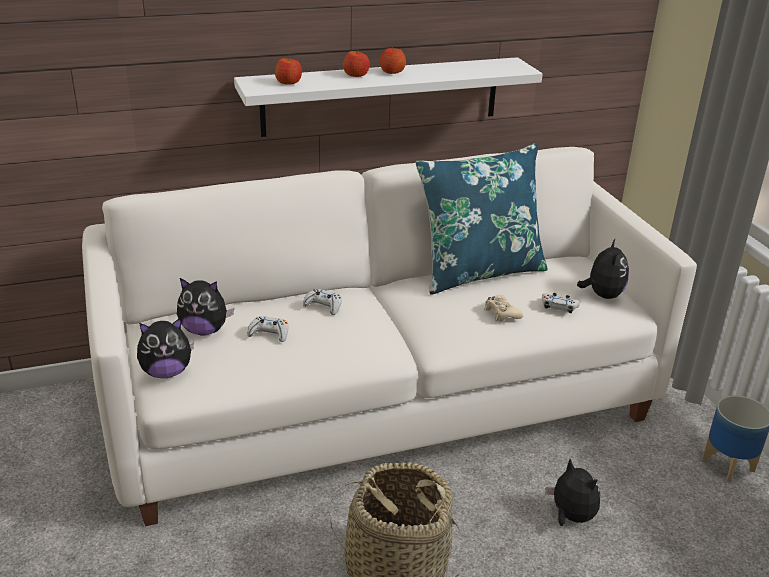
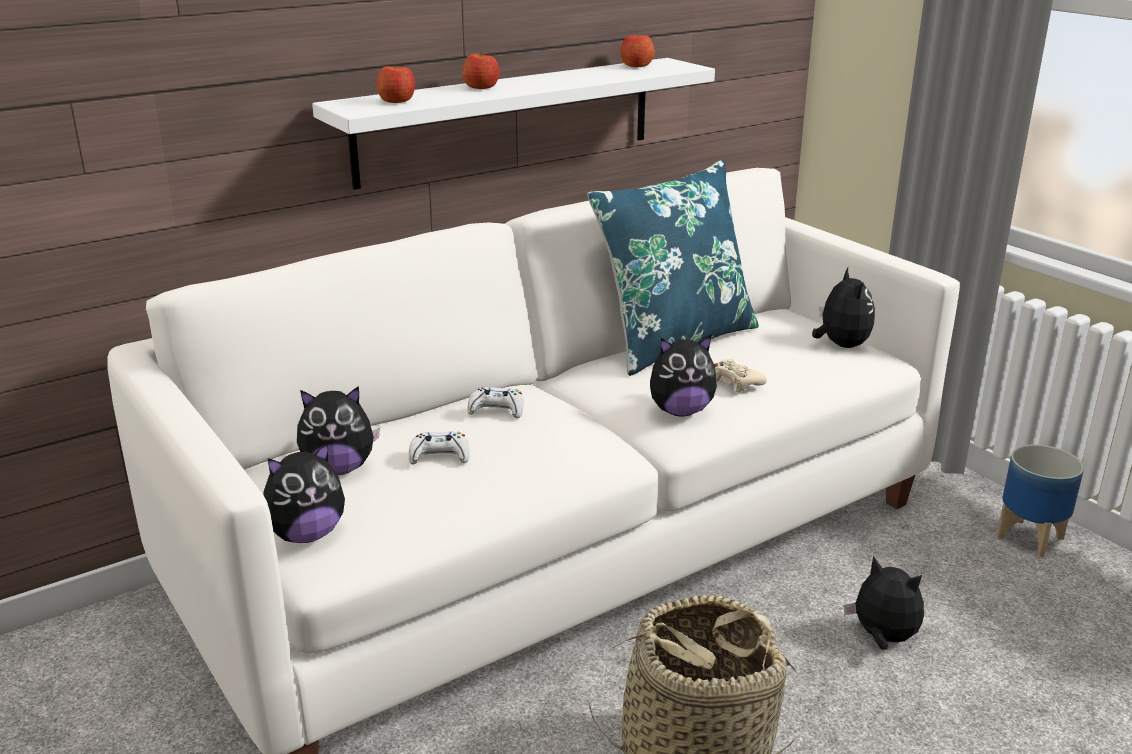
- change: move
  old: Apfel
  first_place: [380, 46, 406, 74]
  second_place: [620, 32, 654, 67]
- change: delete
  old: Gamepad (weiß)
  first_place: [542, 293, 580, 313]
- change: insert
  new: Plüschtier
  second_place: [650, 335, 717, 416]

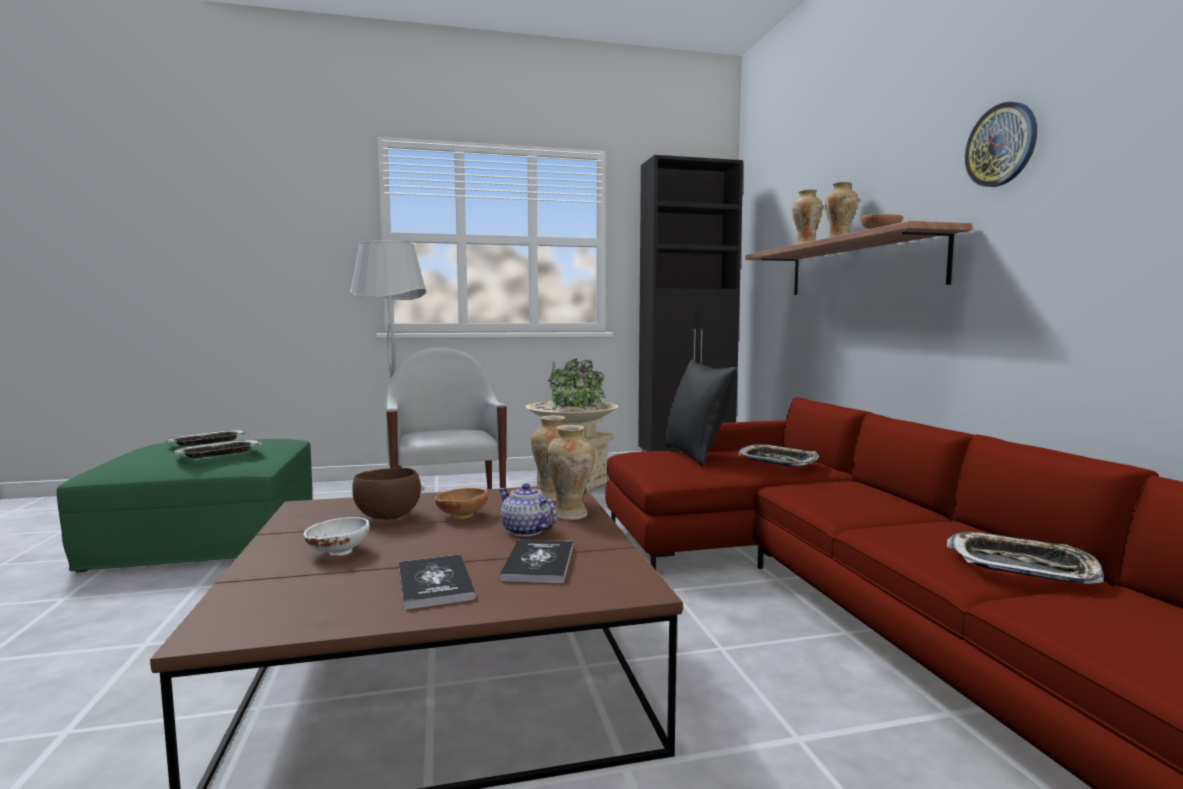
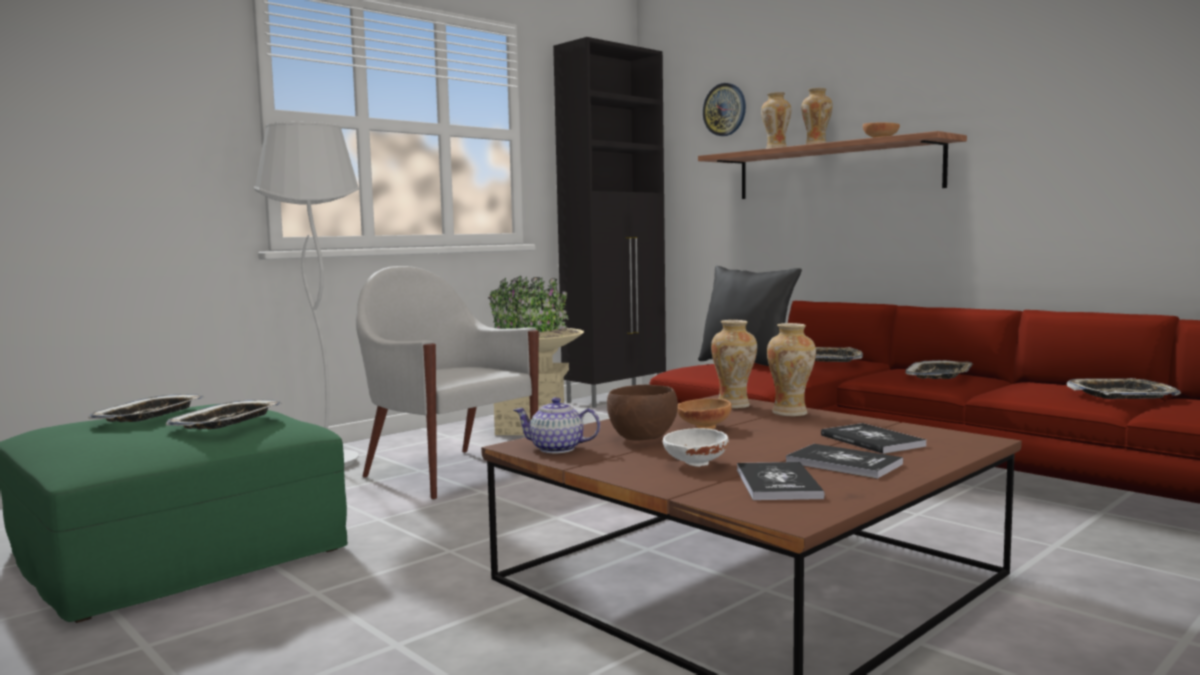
- change: move
  old: Wanduhr
  first_place: [965, 102, 1037, 187]
  second_place: [703, 83, 746, 136]
- change: move
  old: Teekanne
  first_place: [498, 483, 557, 536]
  second_place: [514, 397, 600, 453]
- change: insert
  new: Tablett
  second_place: [905, 360, 973, 379]
- change: insert
  new: Buch
  second_place: [737, 462, 825, 500]

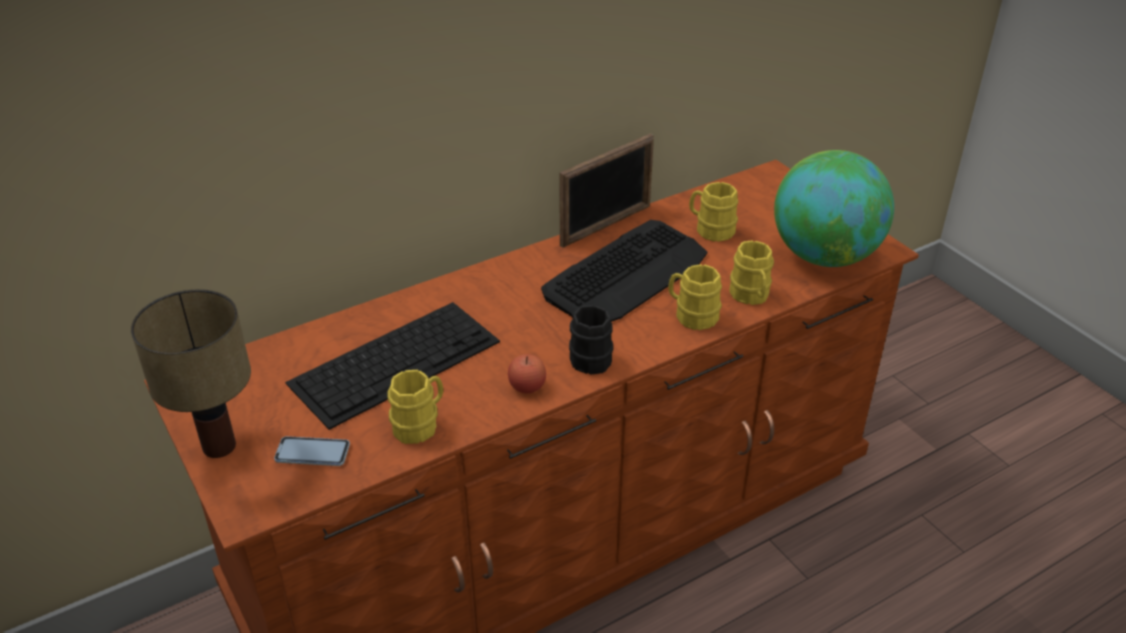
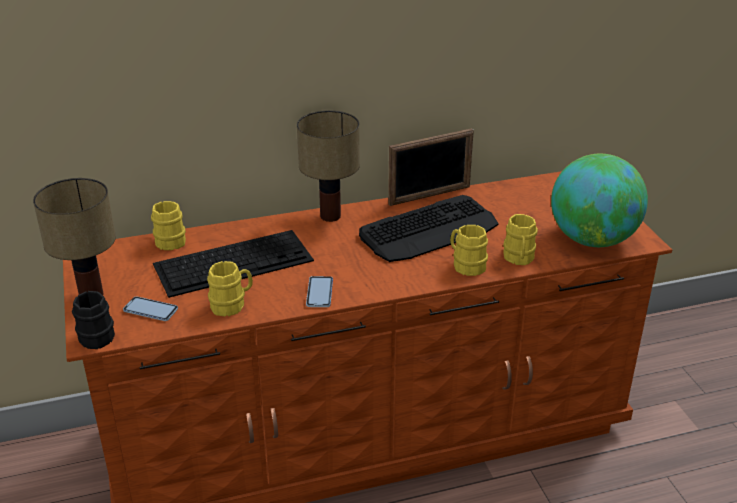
- change: move
  old: Henkelbecher (gelb)
  first_place: [689, 182, 738, 242]
  second_place: [151, 201, 186, 250]
- change: move
  old: Henkelbecher (schwarz)
  first_place: [569, 305, 613, 375]
  second_place: [72, 291, 115, 349]
- change: replace
  old: Apfel
  new: Handy
  first_place: [508, 354, 546, 393]
  second_place: [306, 276, 333, 307]
- change: insert
  new: Tischlampe
  second_place: [297, 111, 360, 222]

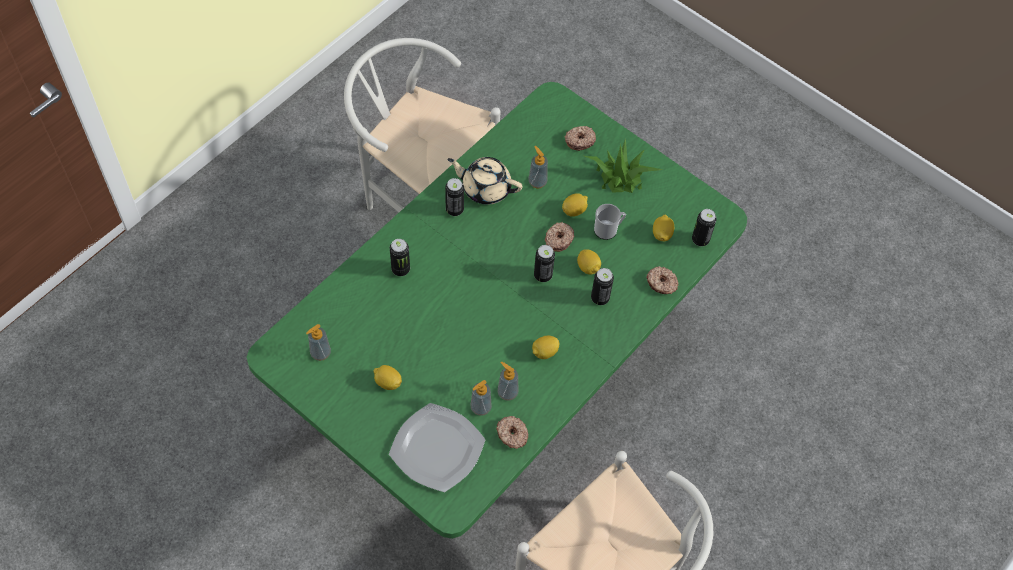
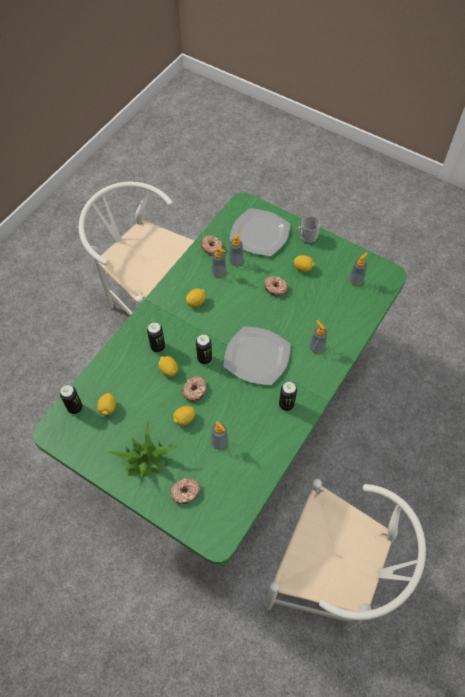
- change: delete
  old: Teekanne (beige)
  first_place: [447, 157, 522, 205]
- change: move
  old: Henkelbecher
  first_place: [594, 204, 626, 240]
  second_place: [298, 216, 321, 244]
- change: replace
  old: Dose
  new: Seifenspender
  first_place: [390, 239, 410, 276]
  second_place: [310, 320, 327, 354]
- change: move
  old: Donut
  first_place: [646, 266, 679, 294]
  second_place: [264, 276, 288, 297]
- change: insert
  new: Teller
  second_place: [223, 326, 290, 385]

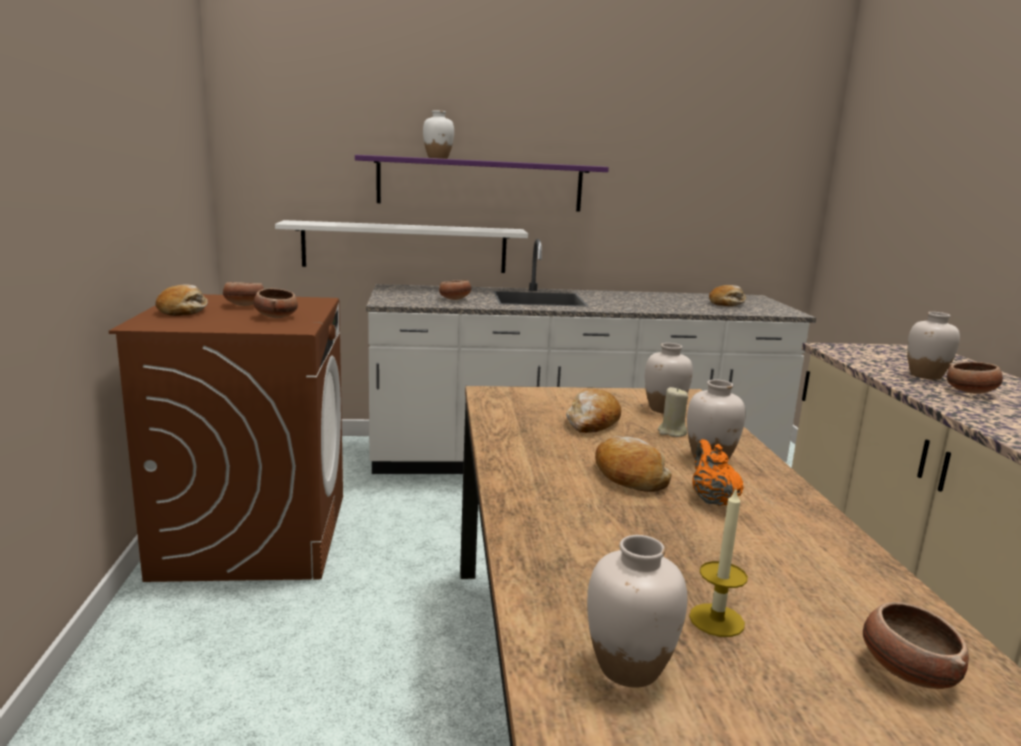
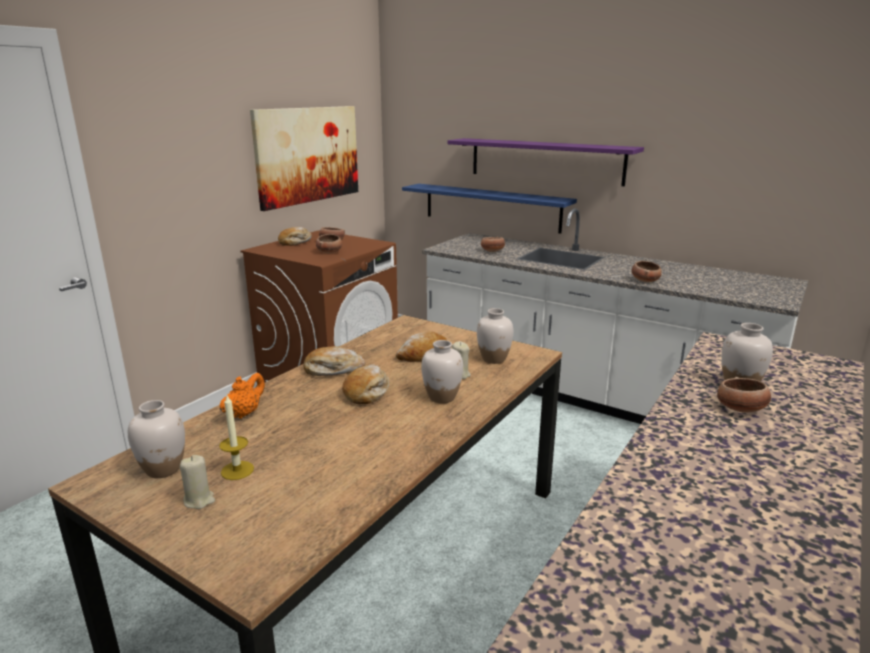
- change: delete
  old: Vase (weiß)
  first_place: [423, 110, 454, 159]
- change: recolor
  old: Wandregal (weiß)
  new: Wandregal (blau)
  first_place: [275, 220, 528, 273]
  second_place: [402, 184, 577, 233]
- change: move
  old: Brot
  first_place: [709, 285, 746, 306]
  second_place: [304, 346, 366, 376]
- change: move
  old: Teekanne (orange)
  first_place: [692, 439, 744, 506]
  second_place: [220, 373, 265, 419]
- change: move
  old: Schüssel
  first_place: [863, 602, 969, 689]
  second_place: [632, 261, 662, 282]
- change: insert
  new: Bild
  second_place: [250, 106, 358, 211]
- change: insert
  new: Kerze (beige)
  second_place: [180, 455, 215, 509]

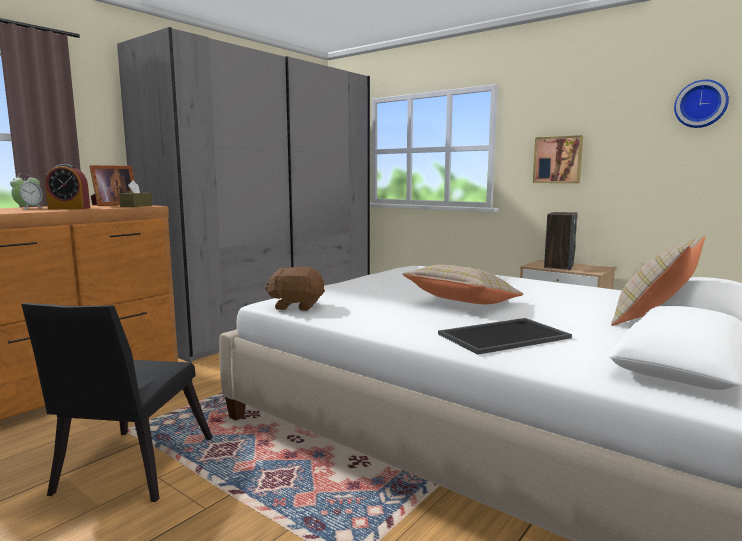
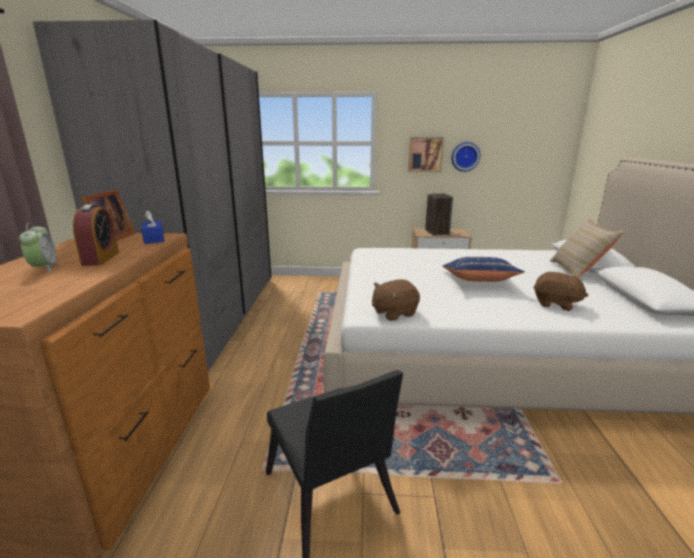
- change: move
  old: Wanduhr
  first_place: [674, 80, 729, 128]
  second_place: [451, 142, 480, 172]
- change: rotate
  old: Wecker
  first_place: [45, 164, 90, 209]
  second_place: [73, 204, 119, 266]
  degrees: -60
- change: recolor
  old: Taschentuchbox (braun)
  new: Taschentuchbox (blau)
  first_place: [119, 180, 152, 207]
  second_place: [141, 210, 164, 244]
- change: recolor
  old: Kissen (beige)
  new: Kissen (blau)
  first_place: [402, 264, 524, 304]
  second_place: [442, 257, 525, 282]
- change: replace
  old: Tablett
  new: Plüschtier (braun)
  first_place: [438, 318, 572, 355]
  second_place: [533, 272, 588, 311]

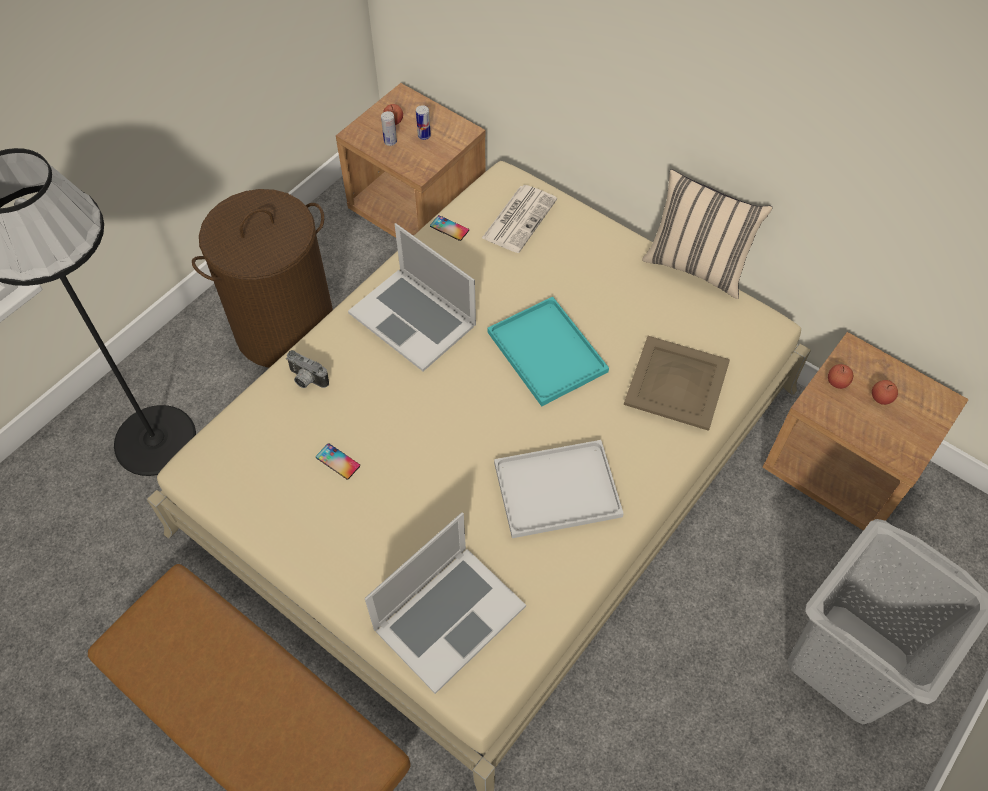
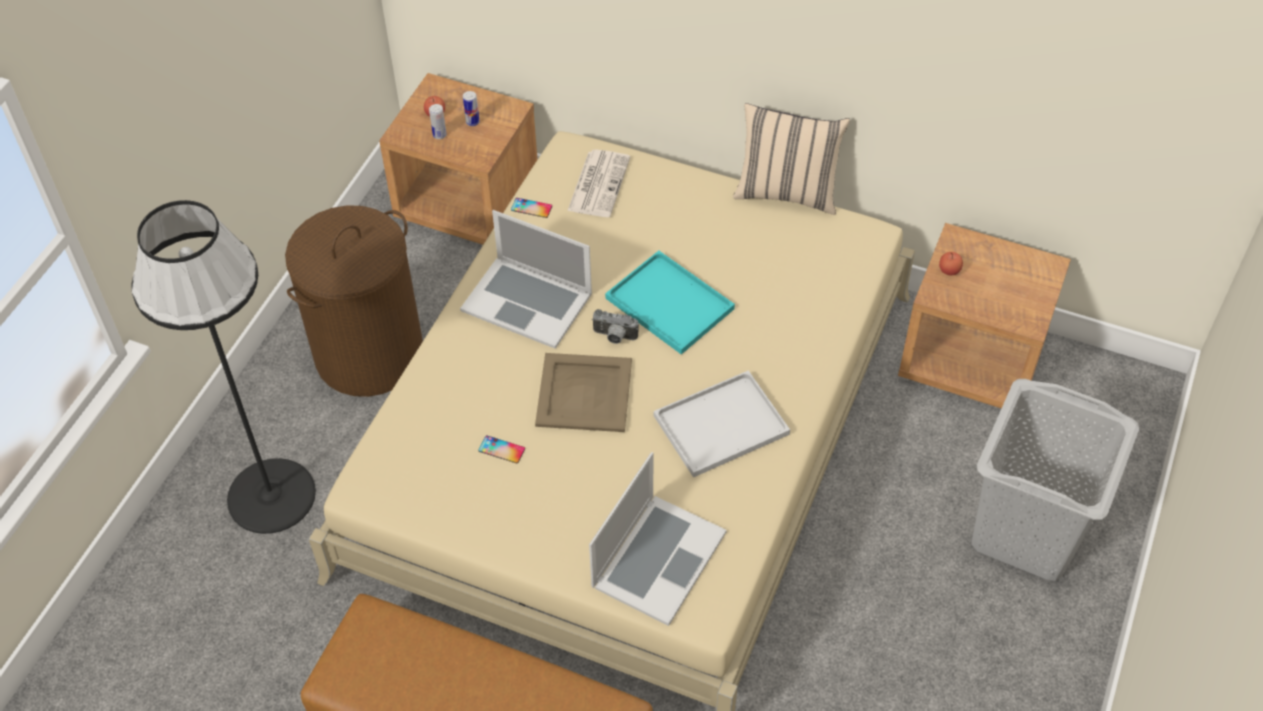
- change: move
  old: Tablett (beige)
  first_place: [624, 336, 730, 431]
  second_place: [535, 353, 632, 432]
- change: move
  old: Kamera
  first_place: [286, 350, 329, 388]
  second_place: [592, 309, 639, 344]
- change: delete
  old: Apfel
  first_place: [872, 380, 898, 405]

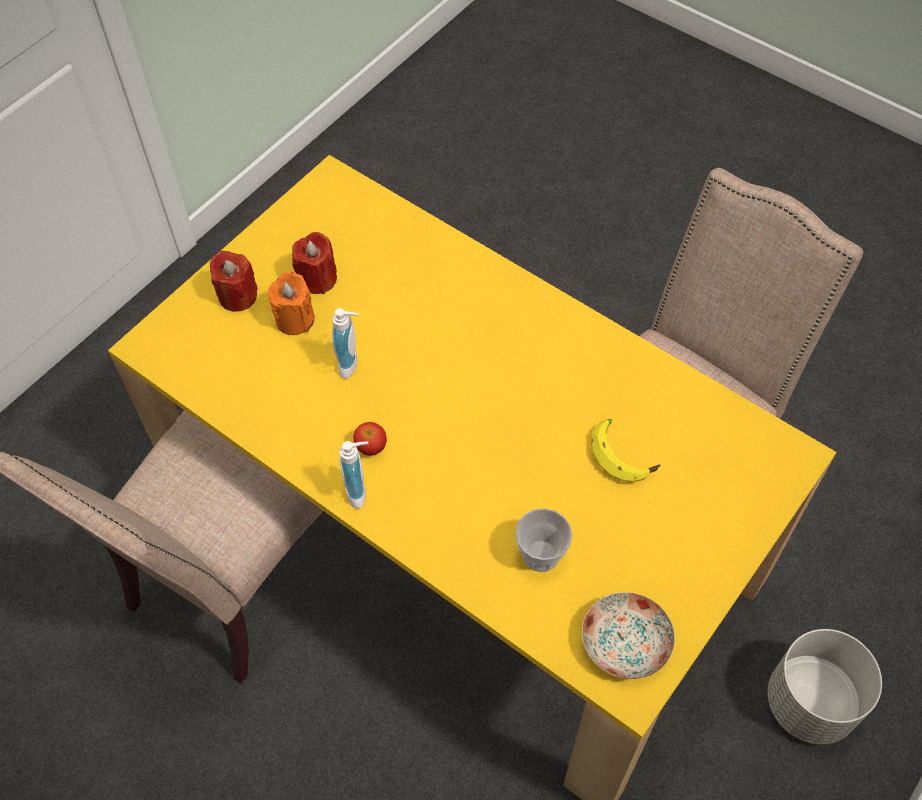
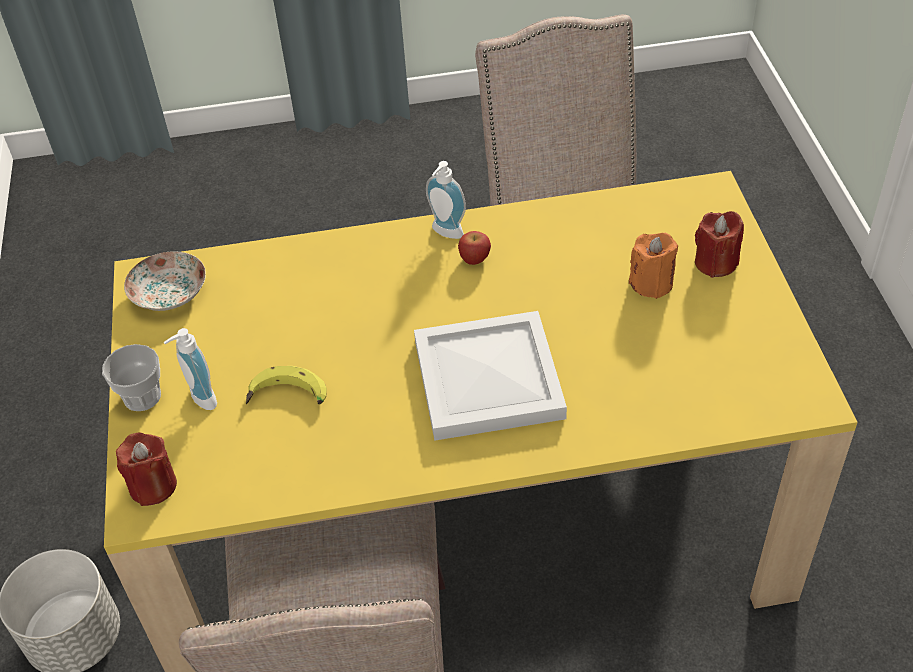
- change: move
  old: Kerze (rot)
  first_place: [292, 232, 337, 294]
  second_place: [116, 433, 177, 506]
- change: move
  old: Seifenspender
  first_place: [332, 308, 359, 379]
  second_place: [163, 328, 217, 410]
- change: move
  old: Tasse
  first_place: [515, 508, 573, 572]
  second_place: [102, 344, 161, 411]
- change: insert
  new: Tablett (weiß)
  second_place: [414, 311, 567, 441]

